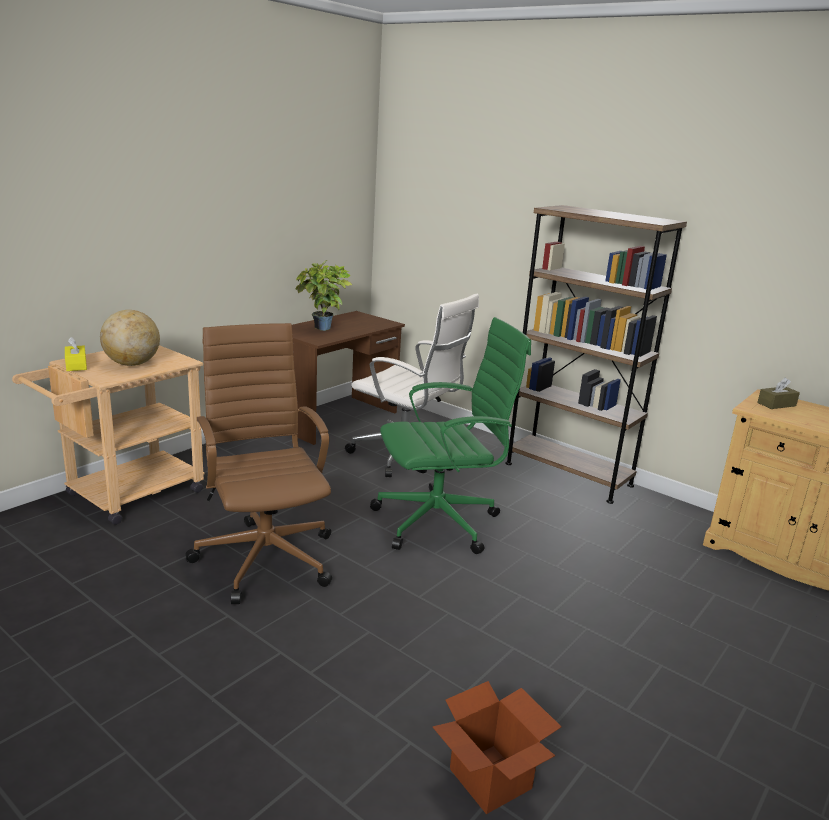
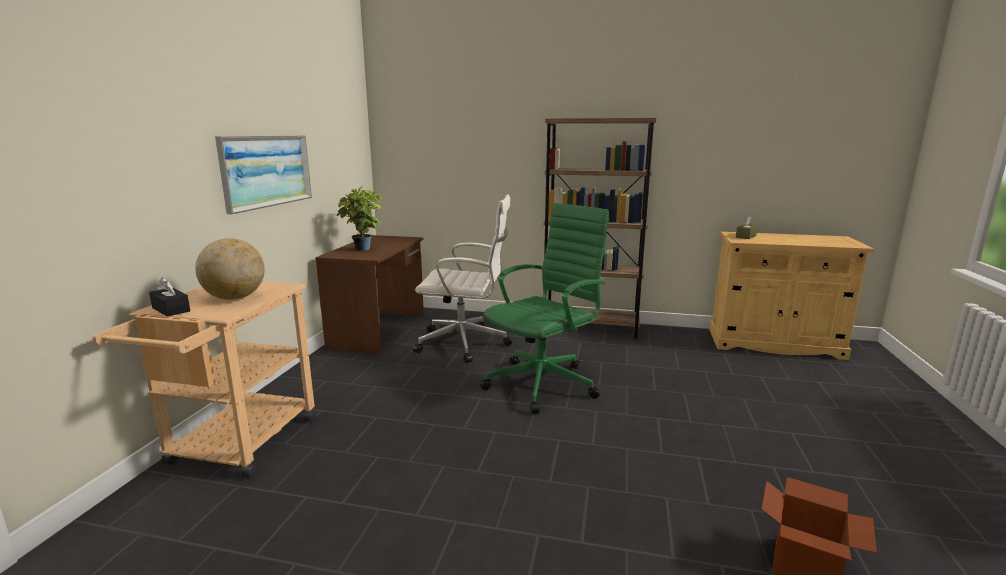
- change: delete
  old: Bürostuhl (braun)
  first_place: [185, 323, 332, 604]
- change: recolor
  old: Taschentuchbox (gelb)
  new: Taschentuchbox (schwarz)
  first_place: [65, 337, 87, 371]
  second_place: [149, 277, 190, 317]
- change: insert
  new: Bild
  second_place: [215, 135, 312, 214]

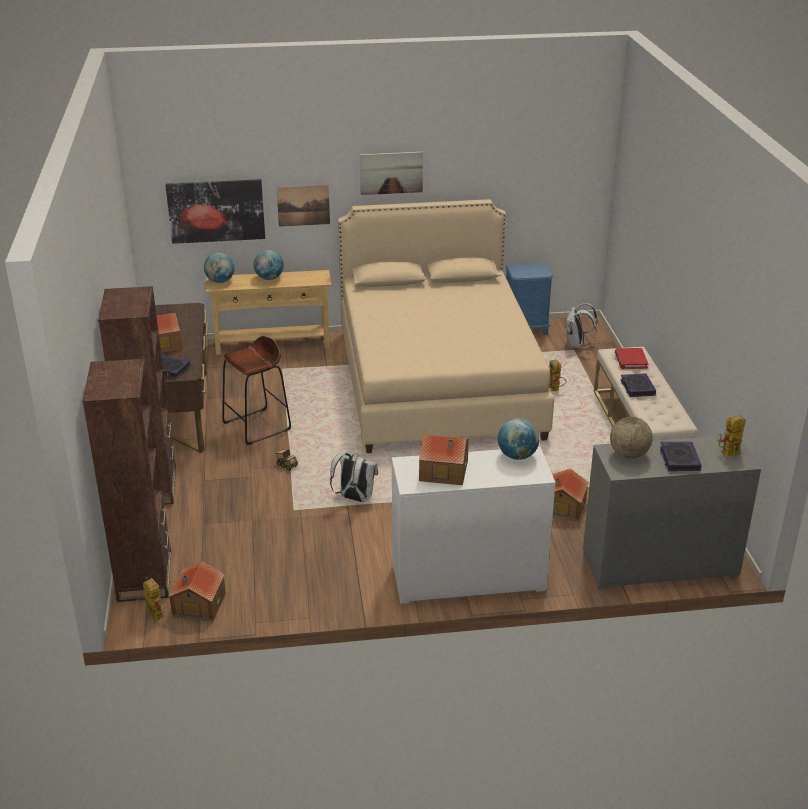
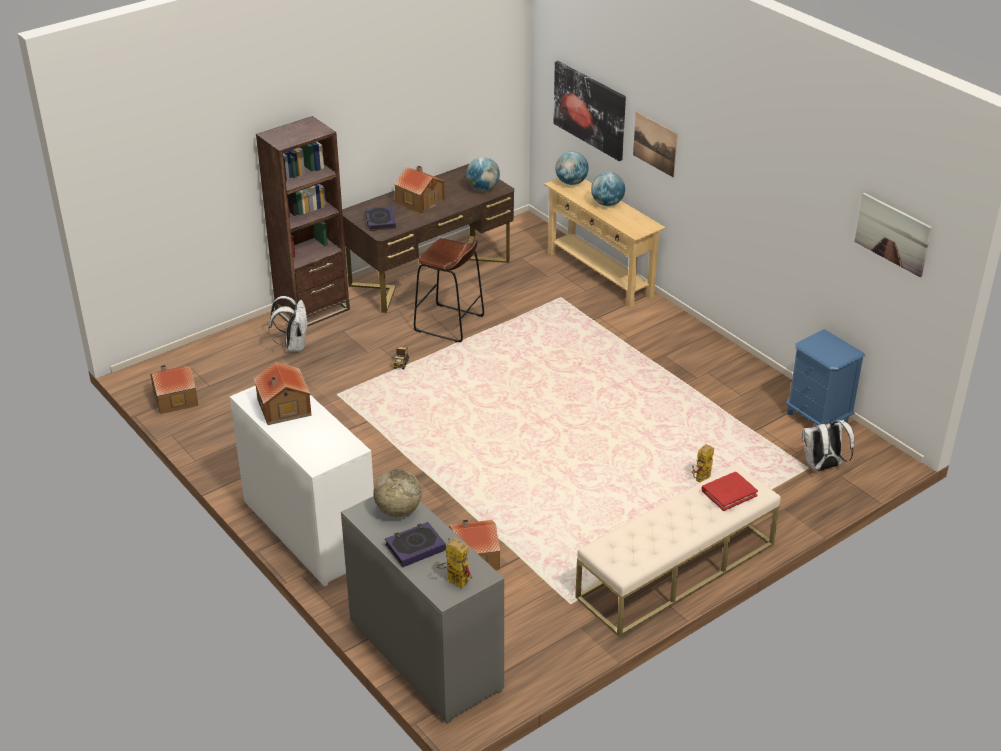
- change: move
  old: Bild
  first_place: [360, 152, 423, 195]
  second_place: [854, 193, 932, 277]
- change: delete
  old: Bett (beige)
  first_place: [338, 199, 554, 453]
- change: delete
  old: Bücherregal (braun)
  first_place: [83, 358, 171, 602]
- change: delete
  old: Buch
  first_place: [621, 373, 656, 397]
- change: move
  old: Globus
  first_place: [498, 418, 540, 460]
  second_place: [466, 157, 500, 191]
- change: move
  old: Rucksack (weiß)
  first_place: [330, 452, 378, 502]
  second_place: [268, 296, 309, 352]
- change: delete
  old: Spielzeugroboter
  first_place: [137, 577, 164, 621]

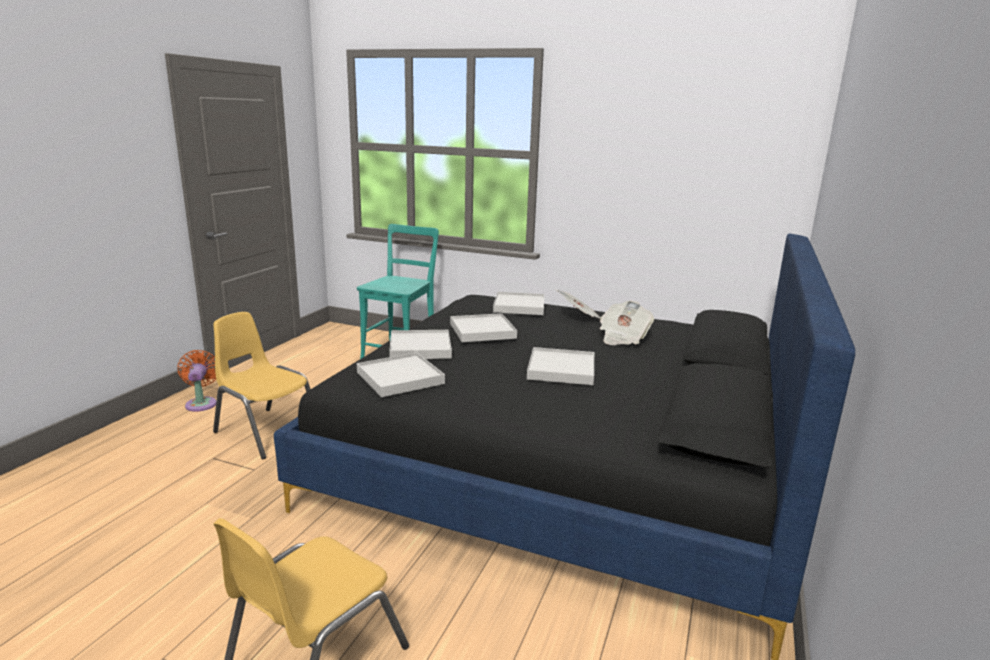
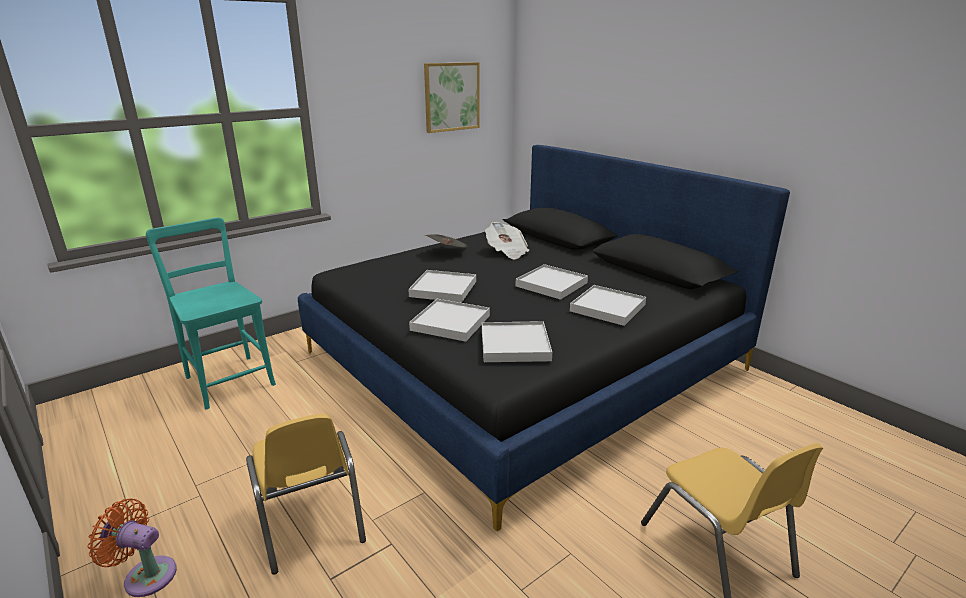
- change: move
  old: Tablett (weiß)
  first_place: [493, 292, 544, 315]
  second_place: [570, 285, 646, 326]
- change: rotate
  old: Stuhl (gelb)
  first_place: [213, 312, 311, 459]
  second_place: [246, 414, 366, 574]
  degrees: -90
- change: insert
  new: Bild
  second_place: [424, 62, 480, 133]

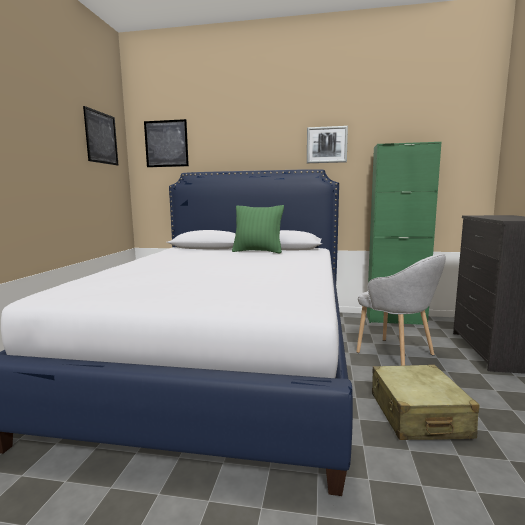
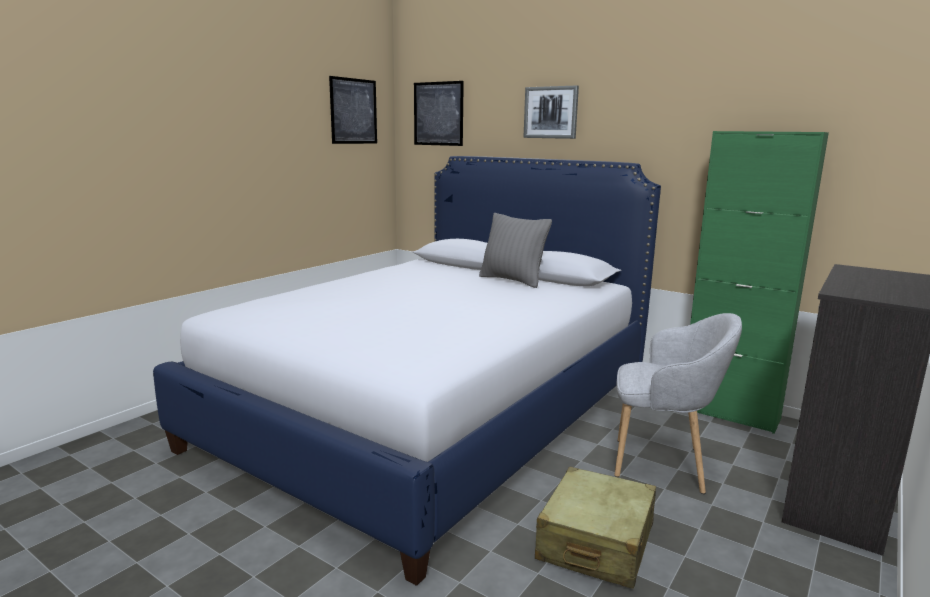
- change: move
  old: Bild
  first_place: [307, 126, 348, 163]
  second_place: [523, 85, 579, 139]
- change: recolor
  old: Kissen (grün)
  new: Kissen (grau)
  first_place: [232, 205, 284, 253]
  second_place: [479, 213, 552, 288]
- change: rotate
  old: Sessel (grau)
  first_place: [356, 254, 446, 366]
  second_place: [614, 313, 742, 494]
  degrees: -60

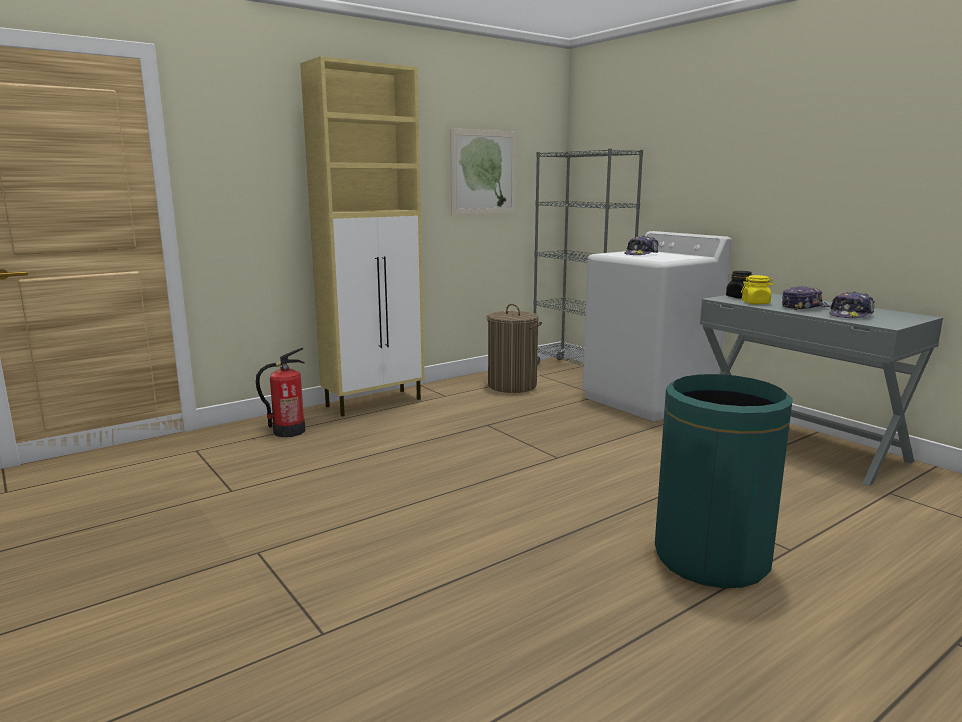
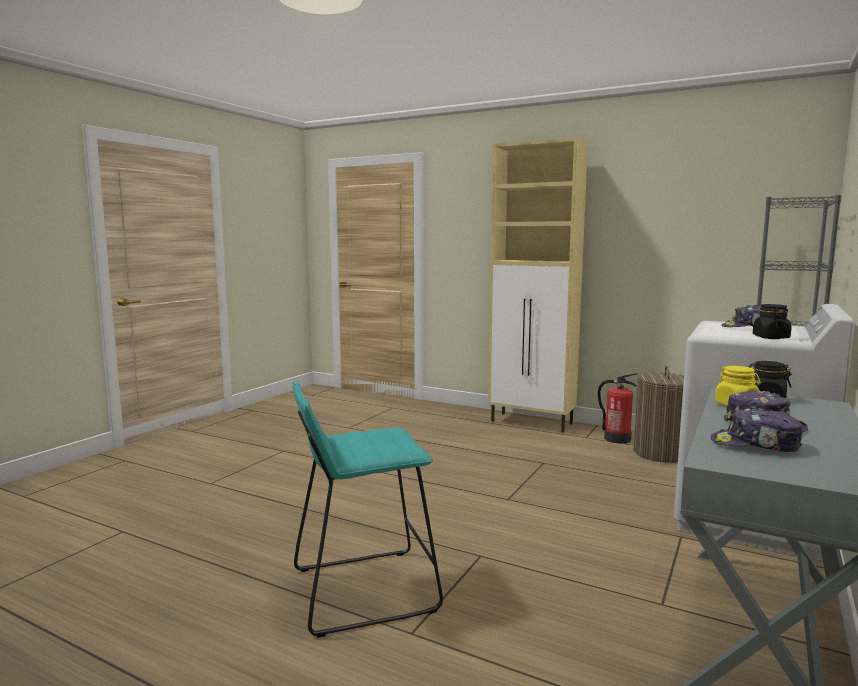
- change: delete
  old: Bild
  first_place: [450, 128, 517, 215]
- change: move
  old: Feuerlöscher
  first_place: [256, 348, 305, 437]
  second_place: [598, 373, 638, 444]
- change: replace
  old: Mülleimer (grün)
  new: Hocker (türkis)
  first_place: [655, 374, 793, 588]
  second_place: [292, 381, 443, 638]
- change: insert
  new: Vorratsglas (schwarz)
  second_place: [753, 304, 791, 339]

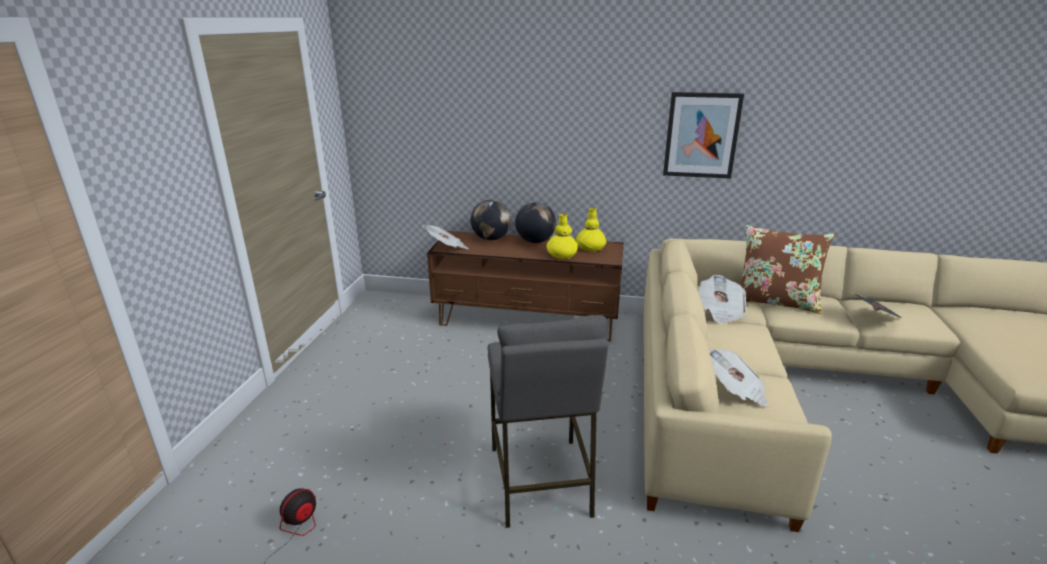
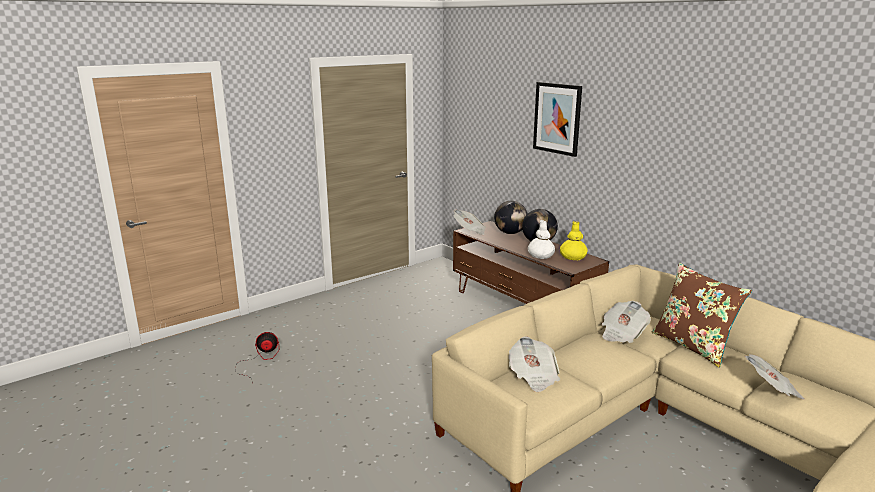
- change: move
  old: Bild
  first_place: [663, 92, 744, 179]
  second_place: [533, 82, 582, 157]
- change: recolor
  old: Vase (gelb)
  new: Vase (weiß)
  first_place: [546, 213, 578, 259]
  second_place: [528, 220, 555, 259]
- change: delete
  old: Hocker (grau)
  first_place: [487, 315, 608, 528]

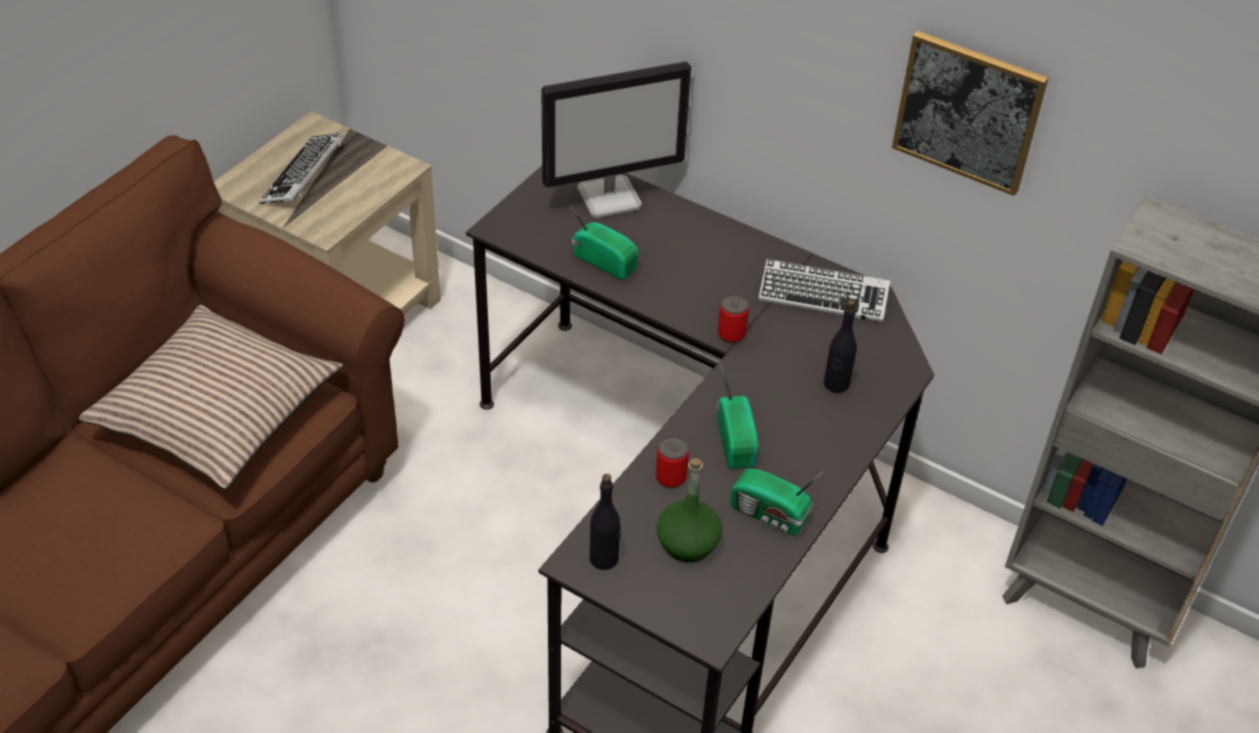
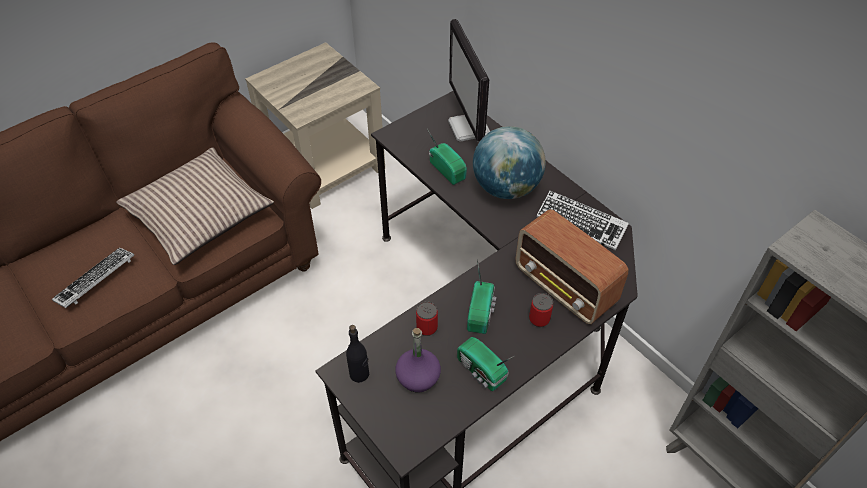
- change: delete
  old: Bild
  first_place: [892, 31, 1048, 196]
- change: rotate
  old: Monitor
  first_place: [541, 61, 691, 218]
  second_place: [448, 19, 490, 142]
  degrees: 75
- change: move
  old: Tastatur
  first_place: [259, 133, 343, 204]
  second_place: [52, 248, 134, 308]
- change: move
  old: Dose
  first_place: [718, 294, 749, 343]
  second_place: [529, 293, 553, 327]
- change: replace
  old: Flasche (schwarz)
  new: Radio
  first_place: [824, 299, 857, 393]
  second_place: [515, 209, 628, 324]
- change: recolor
  old: Flasche (grün)
  new: Flasche (lila)
  first_place: [657, 458, 722, 562]
  second_place: [395, 328, 441, 392]
- change: insert
  new: Globus
  second_place: [473, 126, 546, 199]

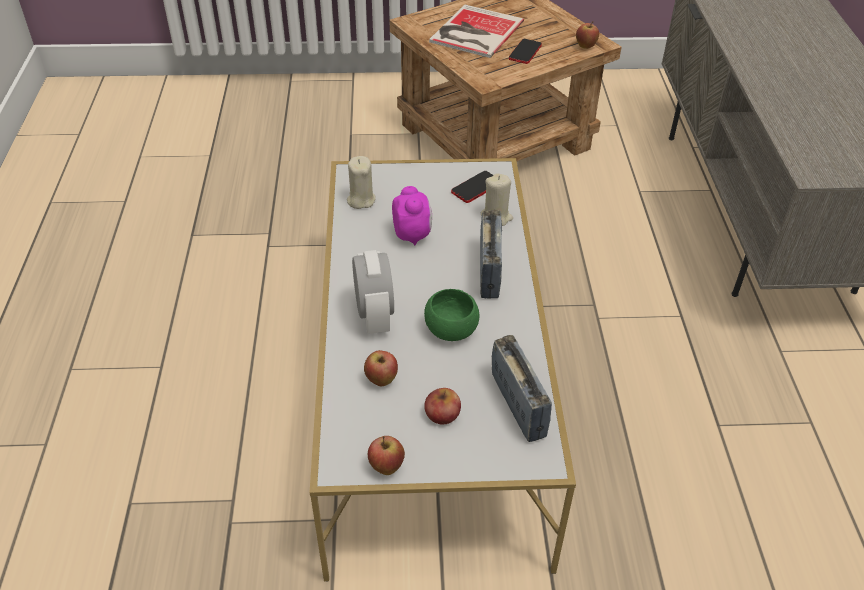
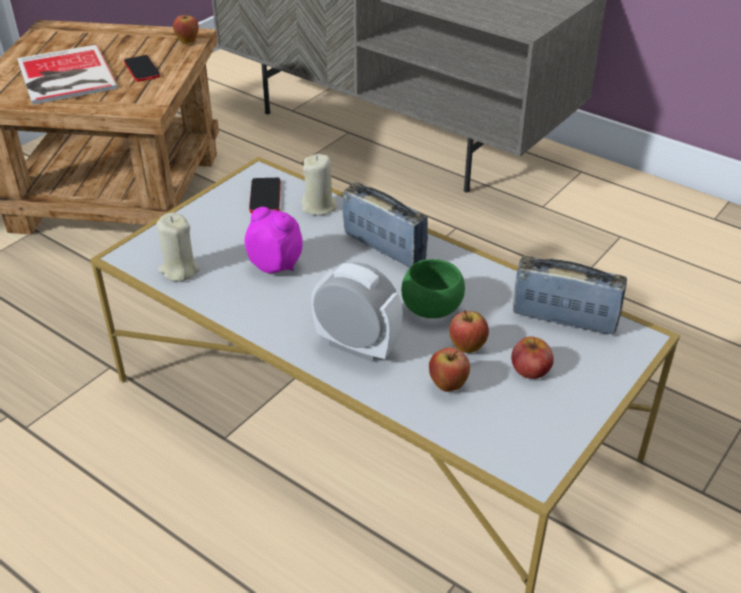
- change: move
  old: Apfel
  first_place: [368, 436, 405, 475]
  second_place: [449, 310, 489, 353]

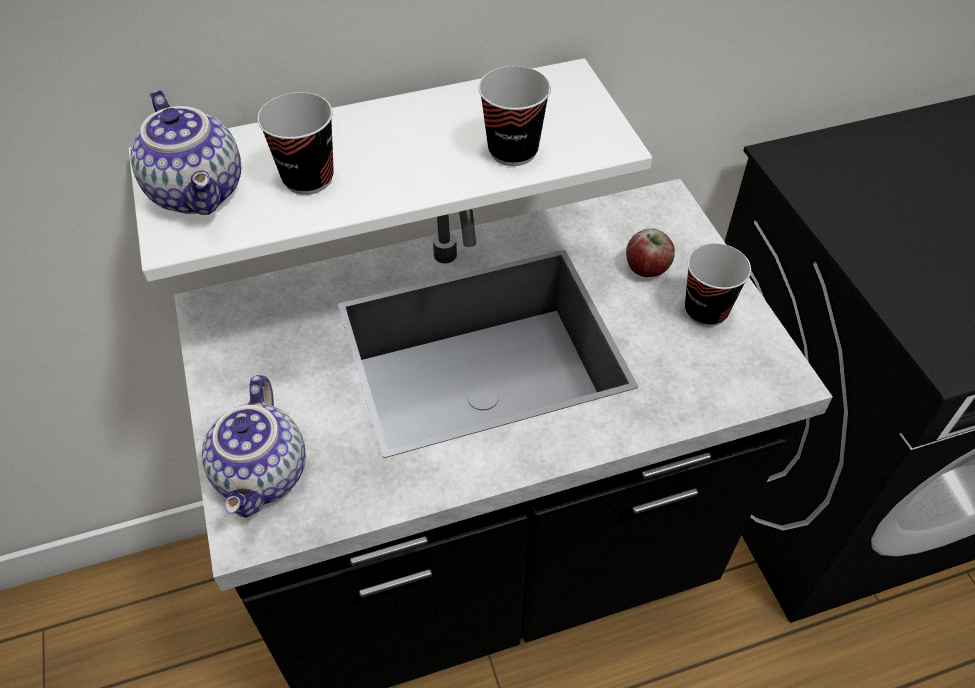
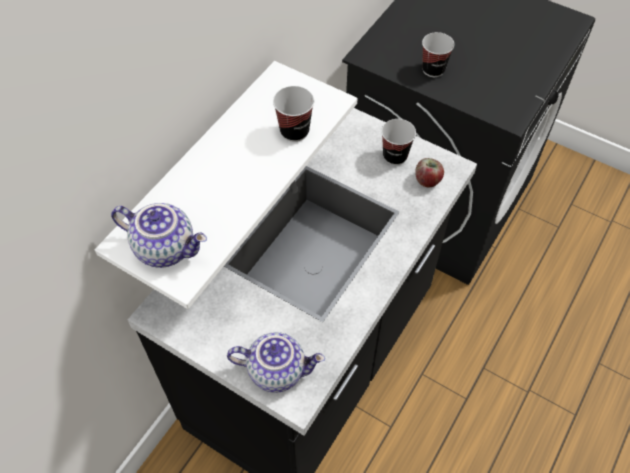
- change: move
  old: Tasse
  first_place: [257, 92, 334, 195]
  second_place: [422, 32, 455, 77]
- change: move
  old: Apfel
  first_place: [626, 229, 675, 277]
  second_place: [415, 158, 444, 187]
- change: rotate
  old: Teekanne
  first_place: [202, 375, 306, 518]
  second_place: [227, 332, 325, 393]
  degrees: -45

